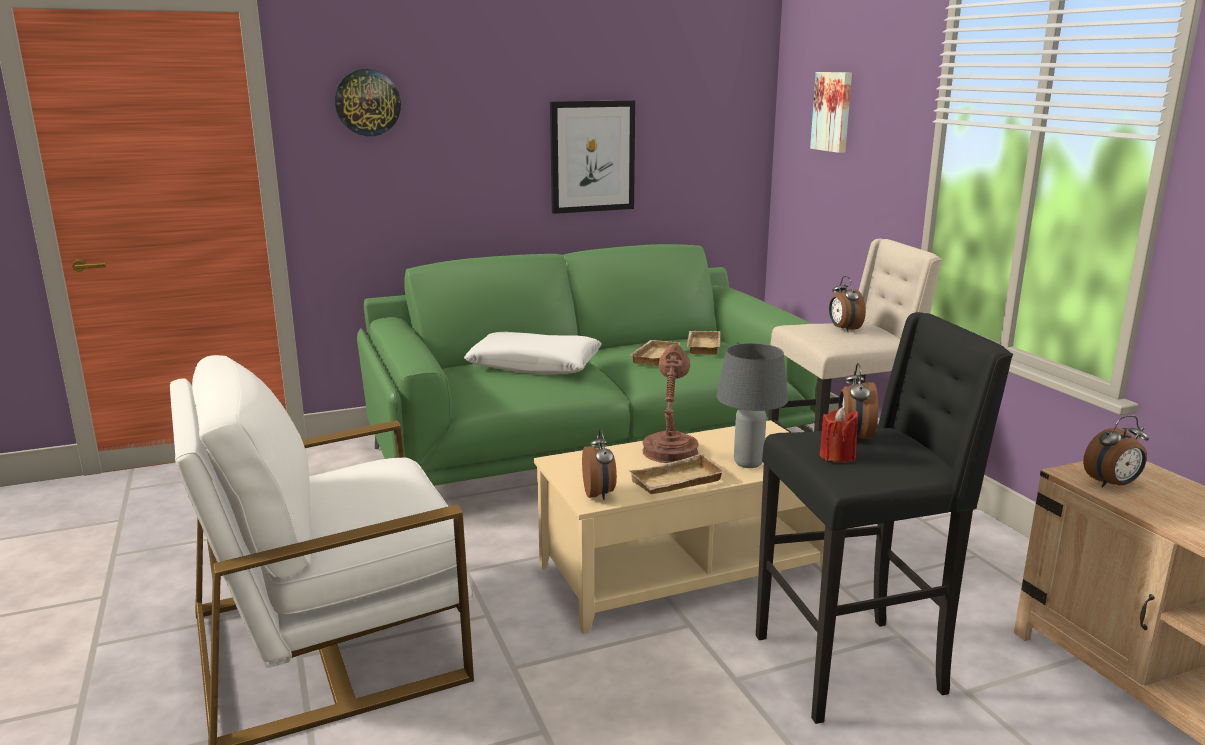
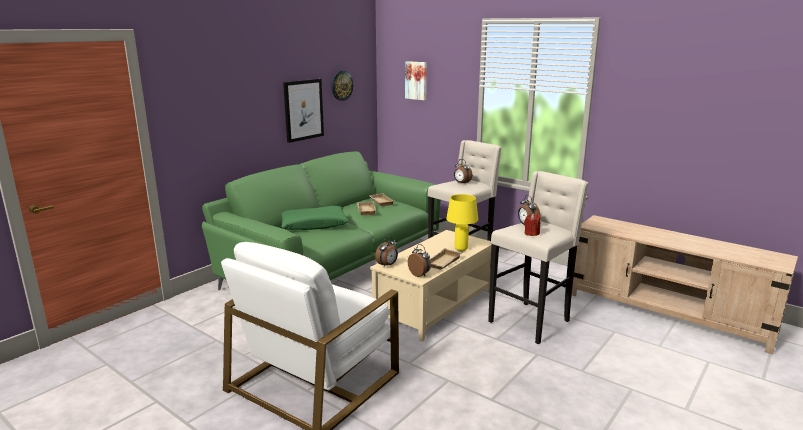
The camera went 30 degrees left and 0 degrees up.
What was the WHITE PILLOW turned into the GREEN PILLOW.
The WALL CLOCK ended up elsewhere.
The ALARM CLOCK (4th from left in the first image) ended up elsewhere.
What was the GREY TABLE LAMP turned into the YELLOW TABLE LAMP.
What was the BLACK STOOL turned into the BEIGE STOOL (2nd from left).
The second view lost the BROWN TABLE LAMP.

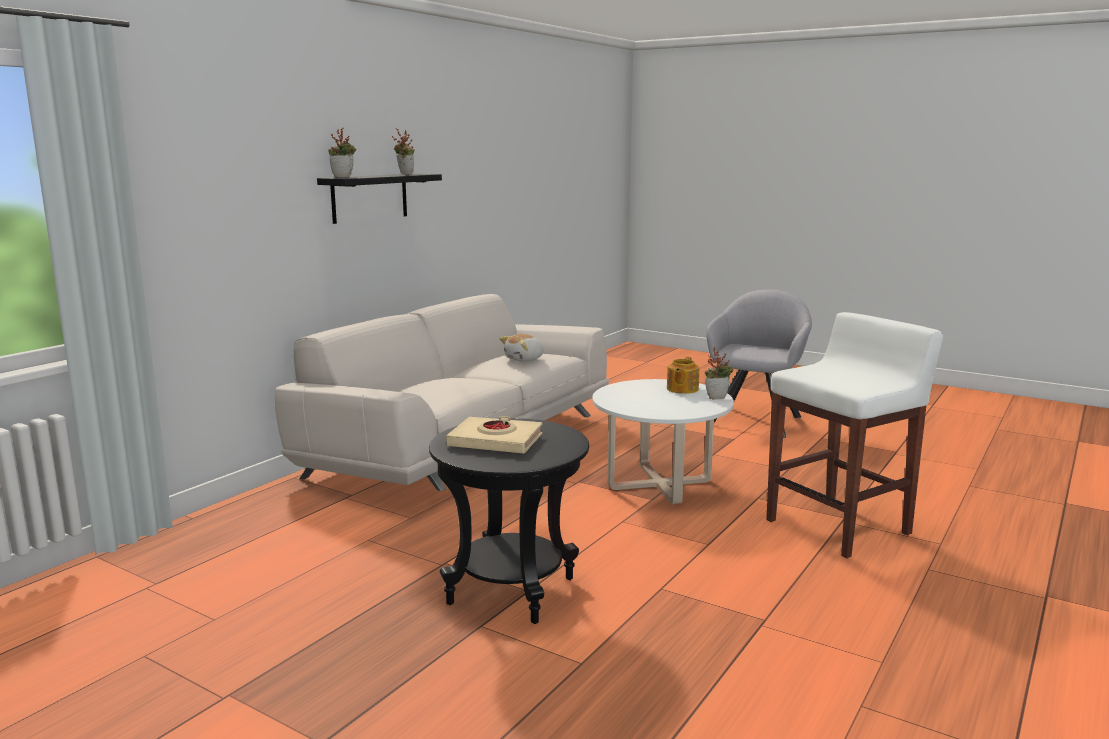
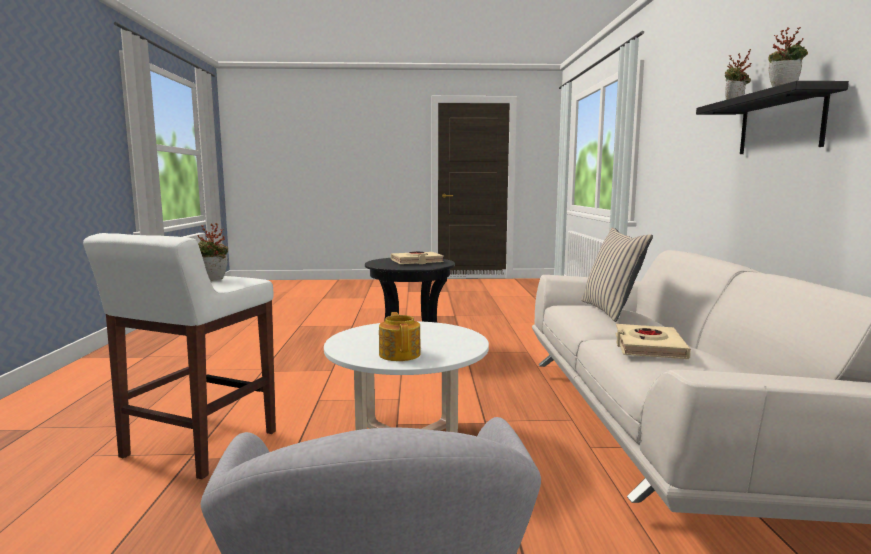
The camera went 145 degrees right and 5 degrees down.
The POTTED PLANT (3rd from left in the first image) ended up elsewhere.
The second view gained the BEIGE PILLOW.
Where the PLUSH TOY stood, the BEIGE BOOK (2nd from left) came to stand.

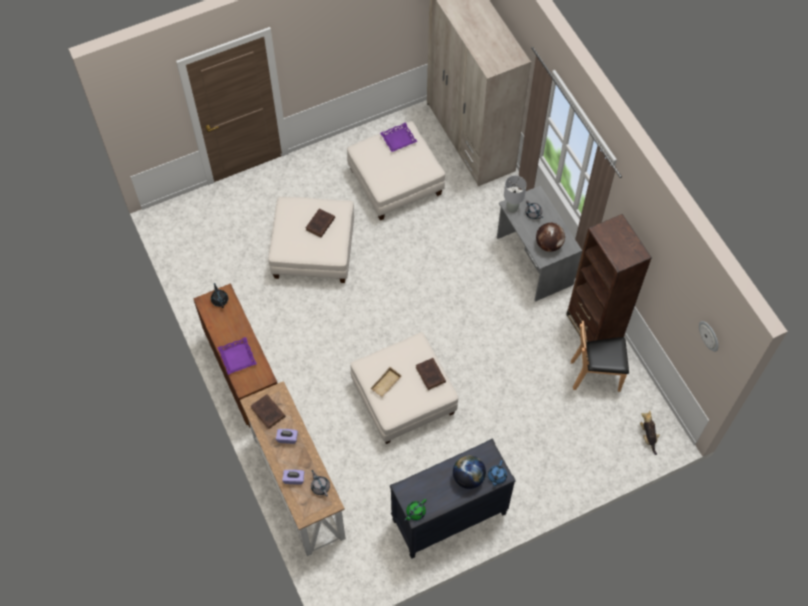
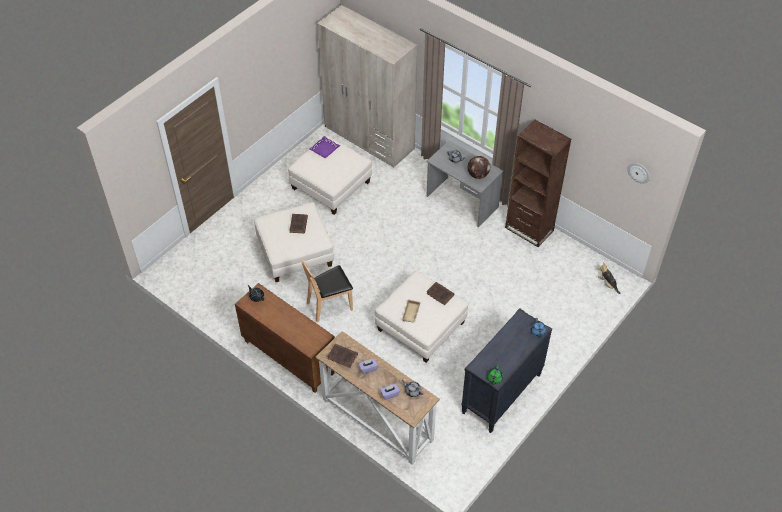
The camera went 25 degrees left and 10 degrees down.
The BROWN CHAIR ended up elsewhere.
The second view lost the PURPLE TRAY (1st from left).
The second view lost the GLOBE (1st from left).
The second view lost the GREY TABLE LAMP.

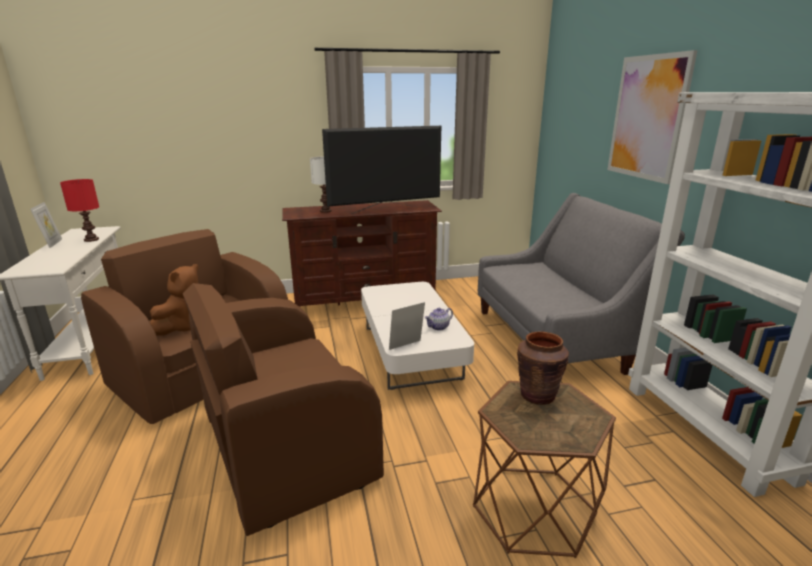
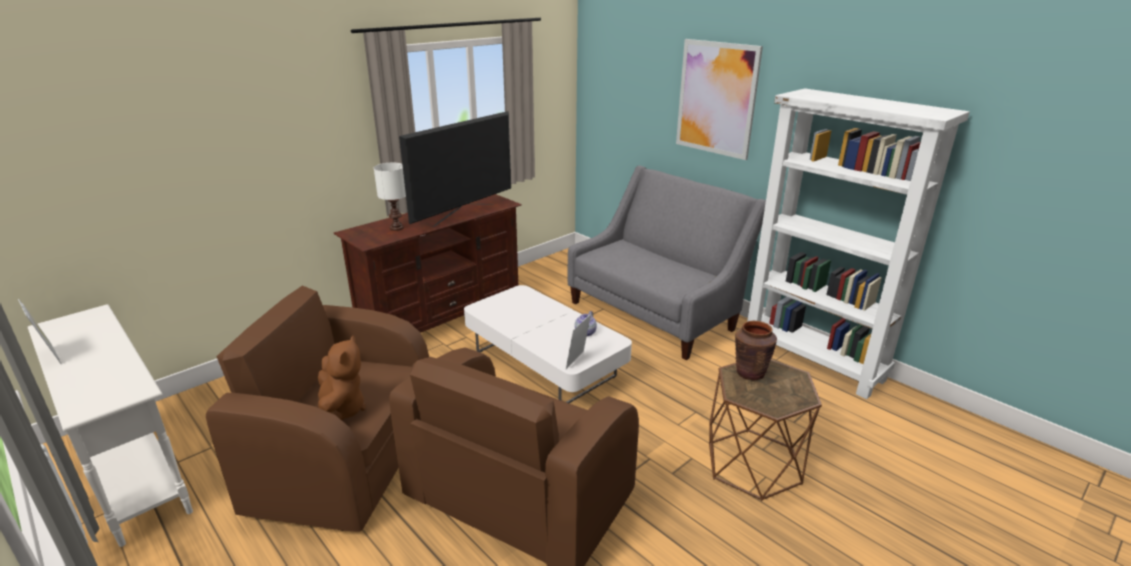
The camera went 30 degrees left and 5 degrees up.
The second view lost the RED TABLE LAMP.

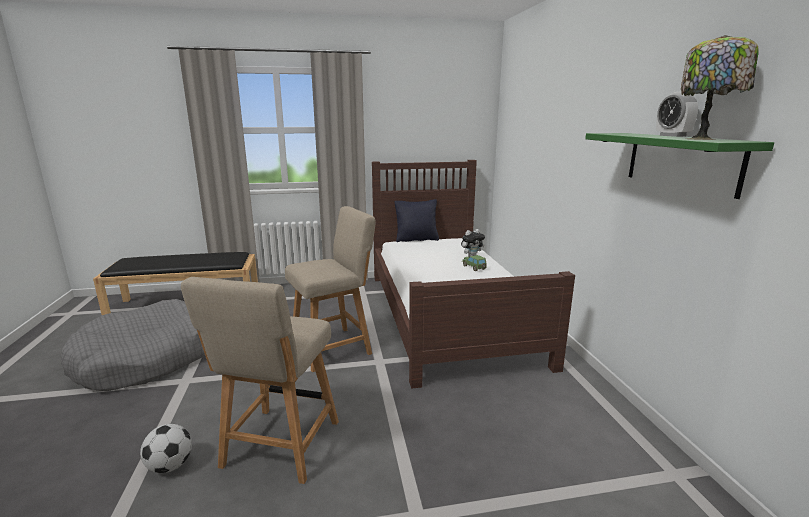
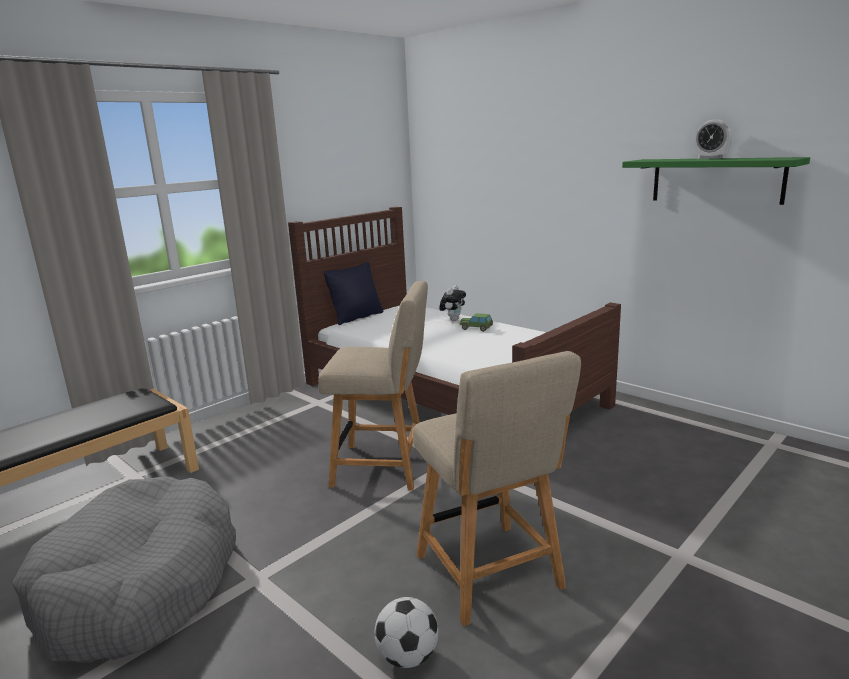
The camera went 35 degrees left and 0 degrees up.
The BEIGE CHAIR (2nd from left in the first image) ended up facing another way, 75 degrees clockwise from before.
The second view lost the TABLE LAMP.

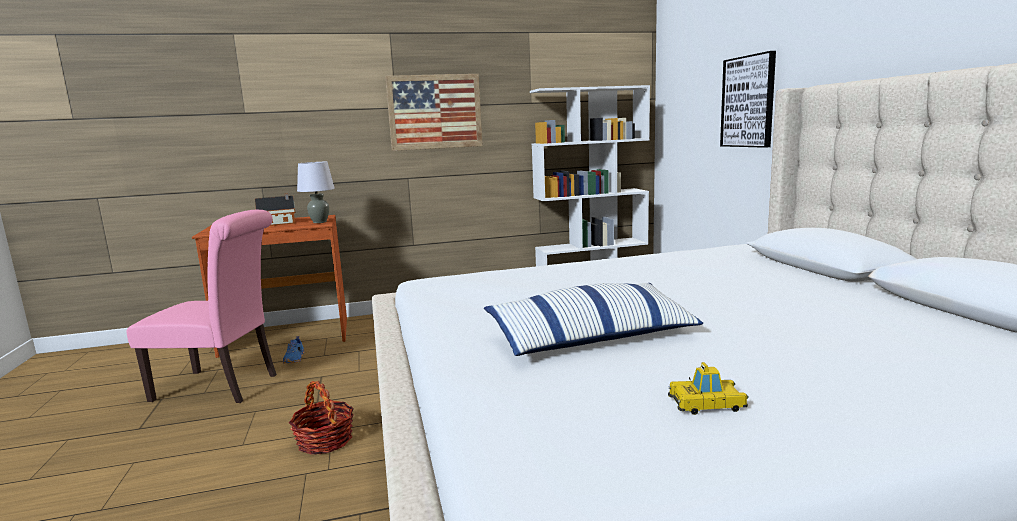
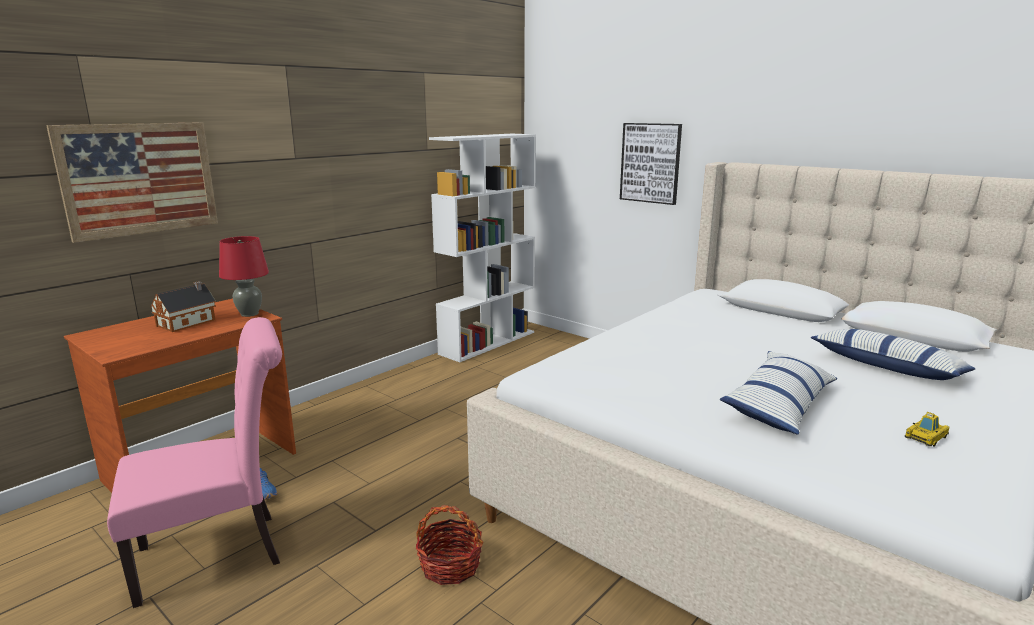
The camera went 35 degrees left and 5 degrees up.
The PICTURE (1st from left) ended up elsewhere.
What was the GREY TABLE LAMP turned into the RED TABLE LAMP.
The second view gained the PILLOW (2nd from left).

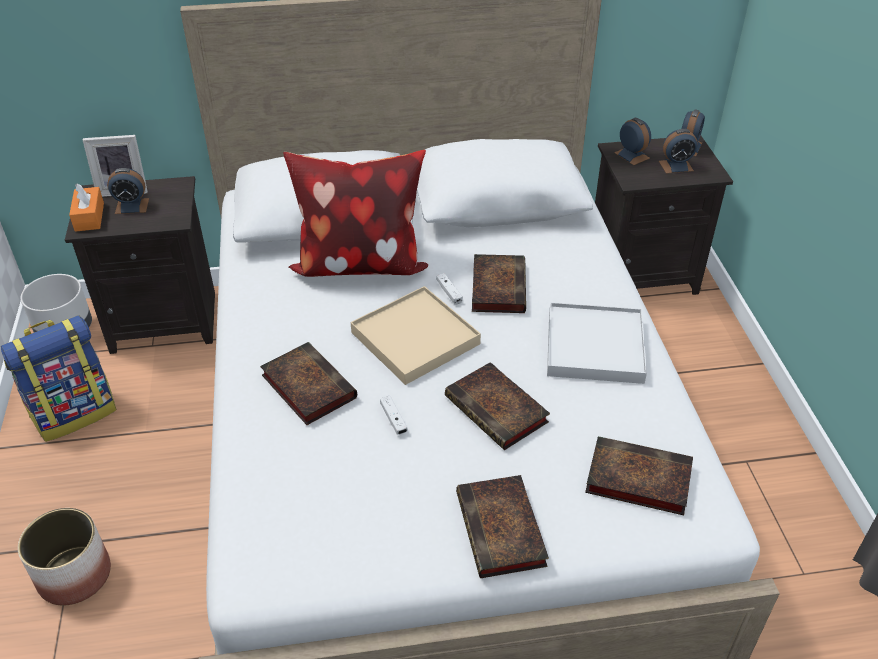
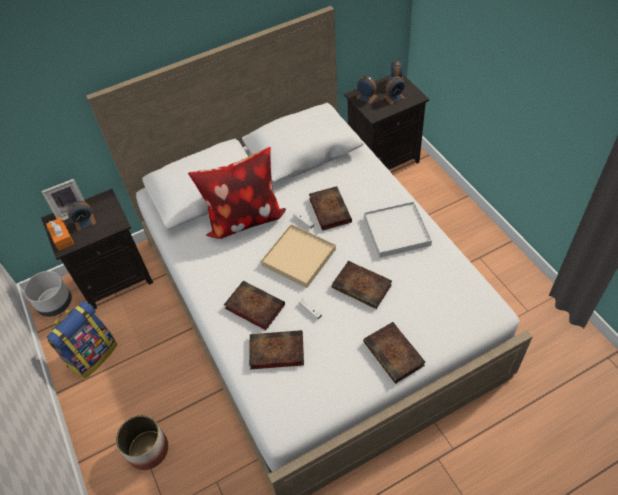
The camera went 15 degrees left and 10 degrees up.
The BOOK (5th from left in the first image) ended up elsewhere.

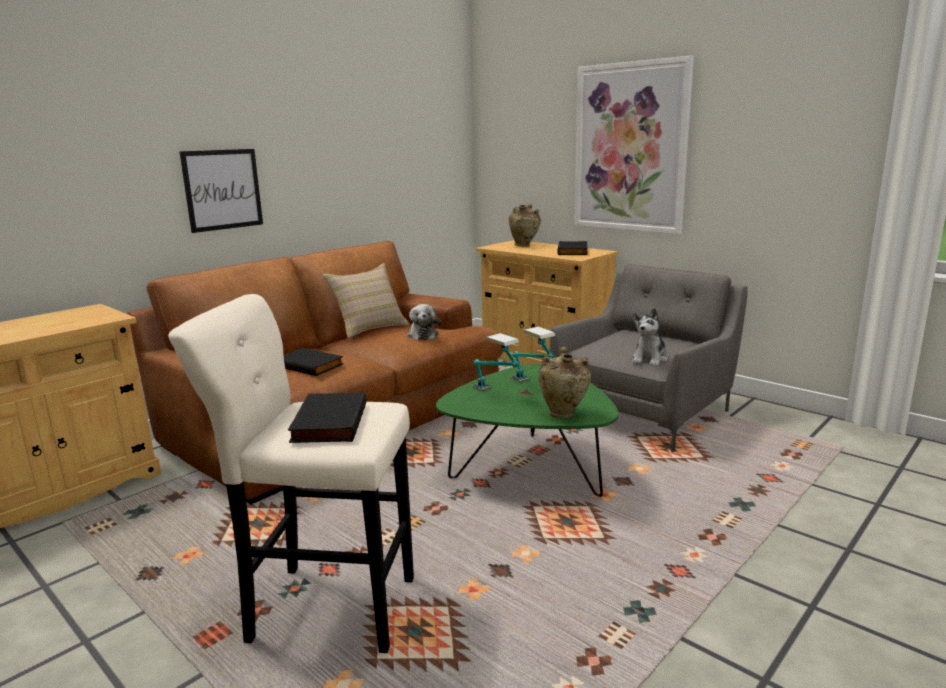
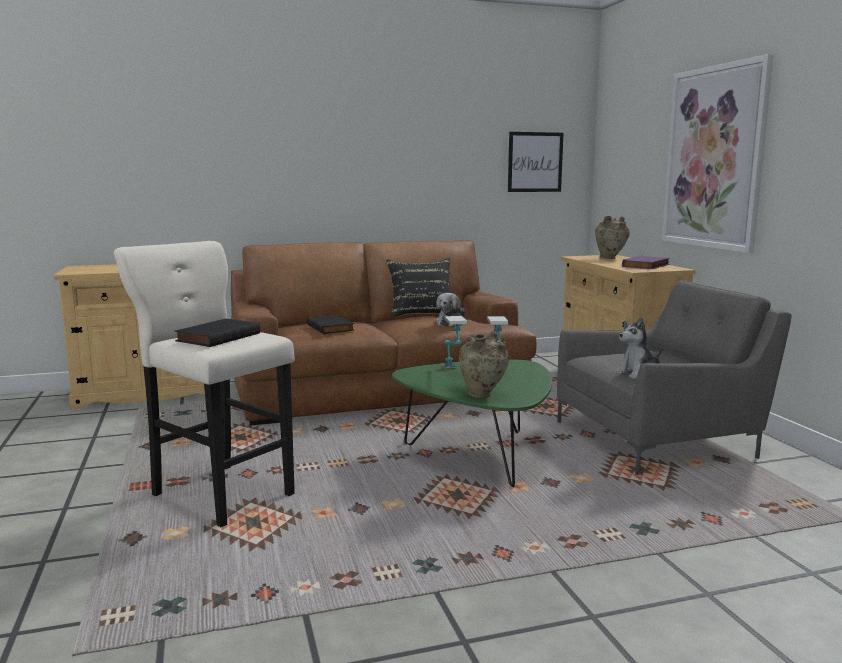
The camera went 30 degrees right and 5 degrees down.
What was the BEIGE PILLOW turned into the BLACK PILLOW.
The PICTURE (1st from left) ended up elsewhere.
What was the BLACK BOOK (3rd from left) turned into the PURPLE BOOK.

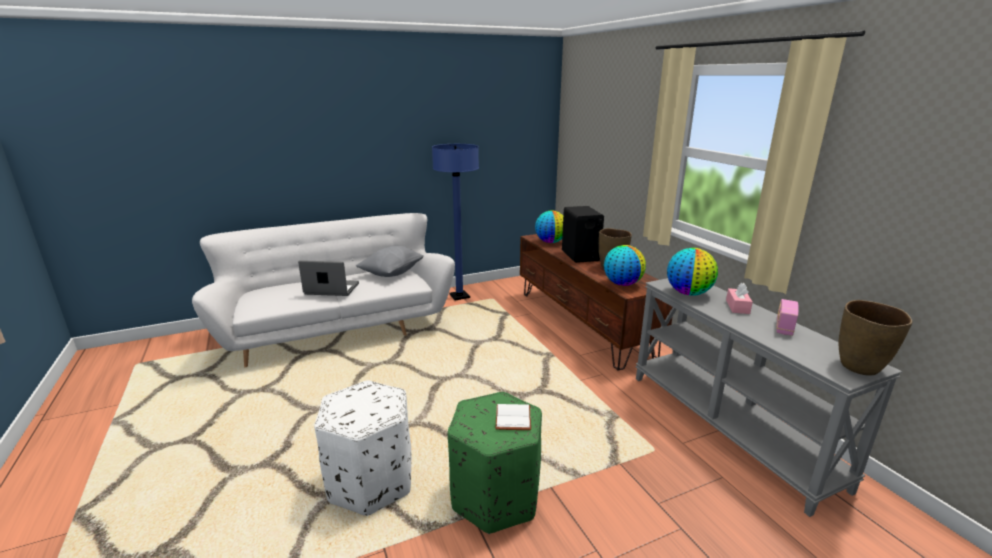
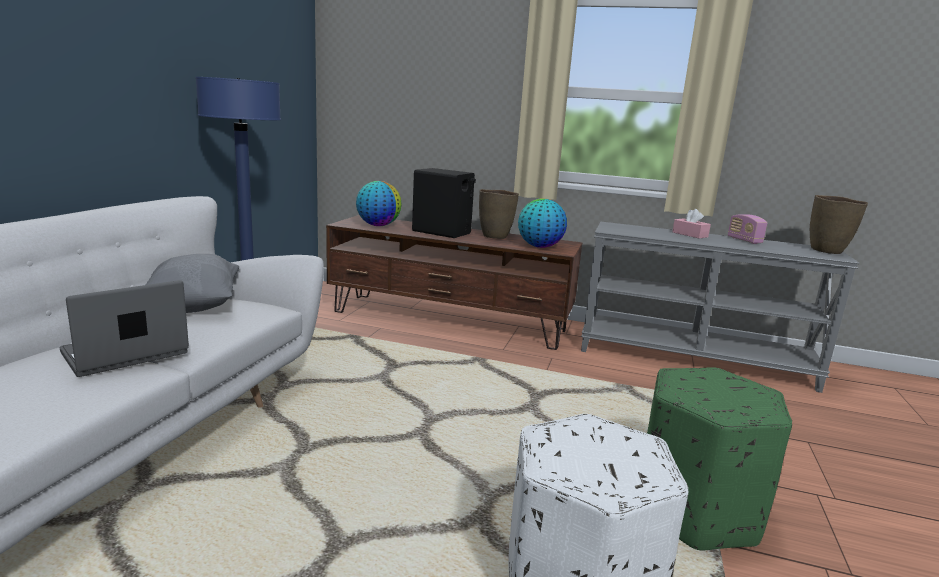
The camera went 50 degrees left and 5 degrees down.
The second view lost the WHITE BOOK.
The second view lost the GLOBE (3rd from left).

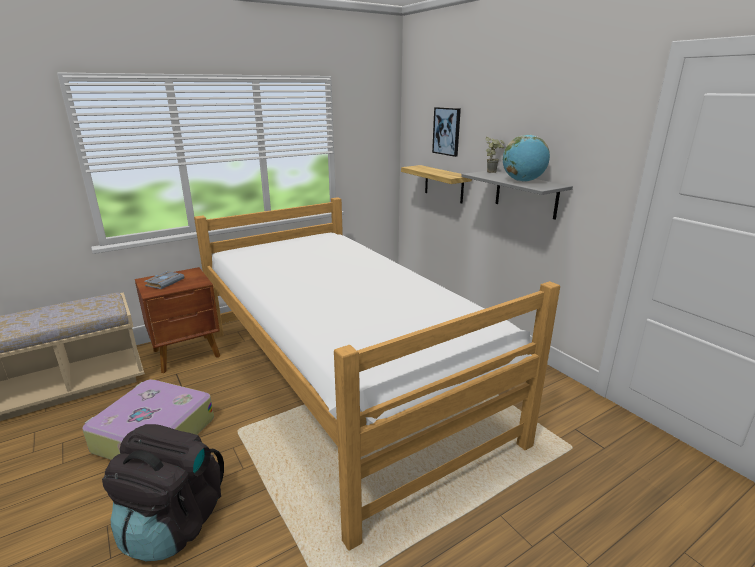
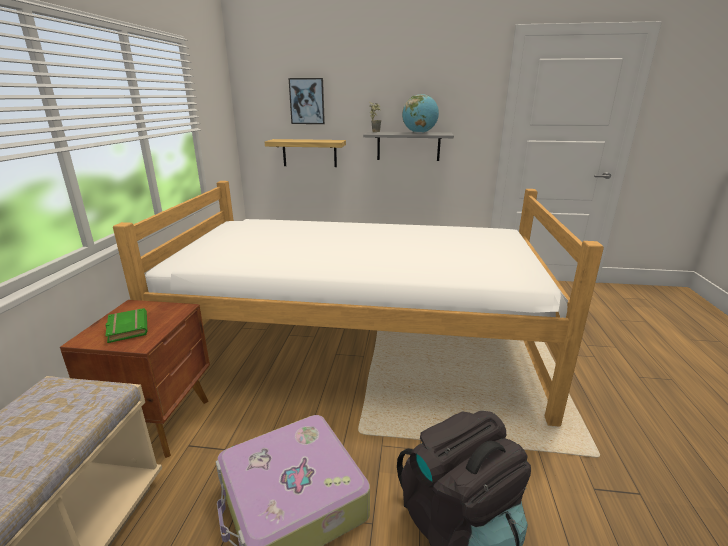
The camera went 50 degrees left and 0 degrees up.
What was the GREY BOOK turned into the GREEN BOOK.

